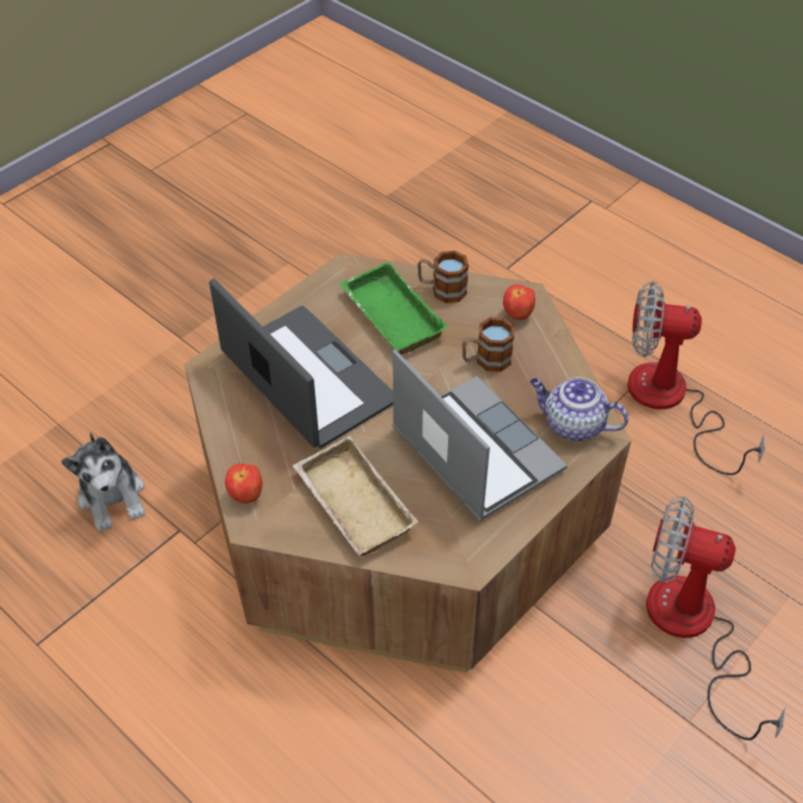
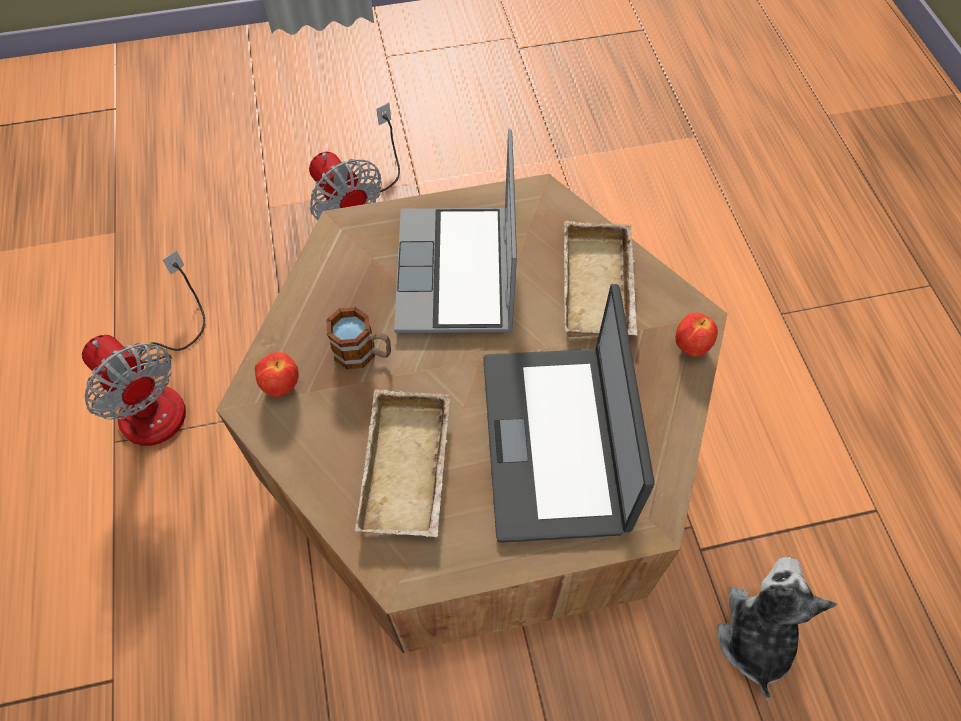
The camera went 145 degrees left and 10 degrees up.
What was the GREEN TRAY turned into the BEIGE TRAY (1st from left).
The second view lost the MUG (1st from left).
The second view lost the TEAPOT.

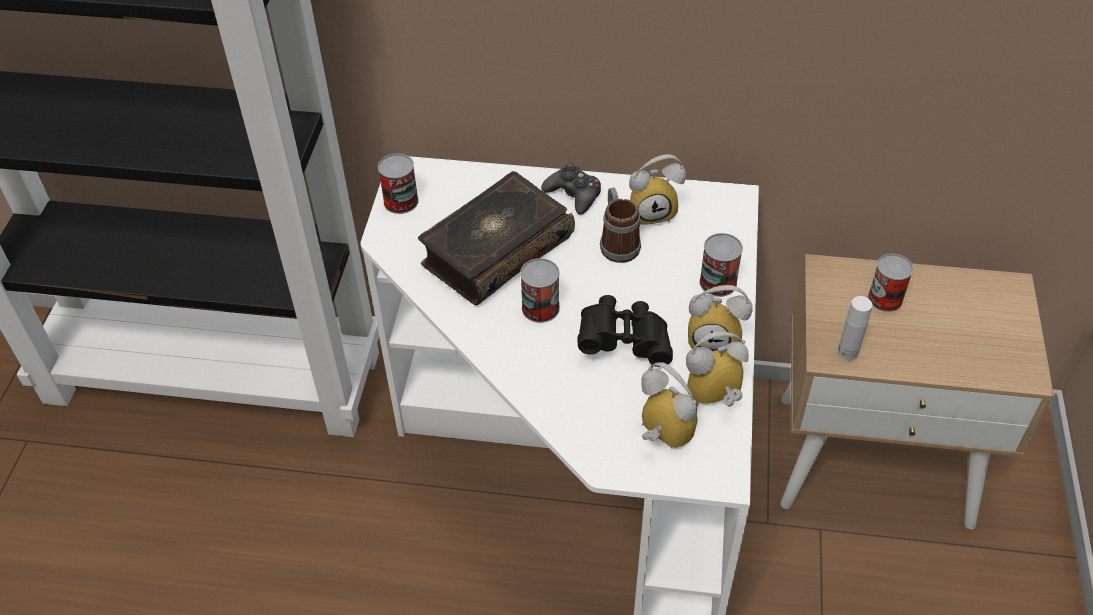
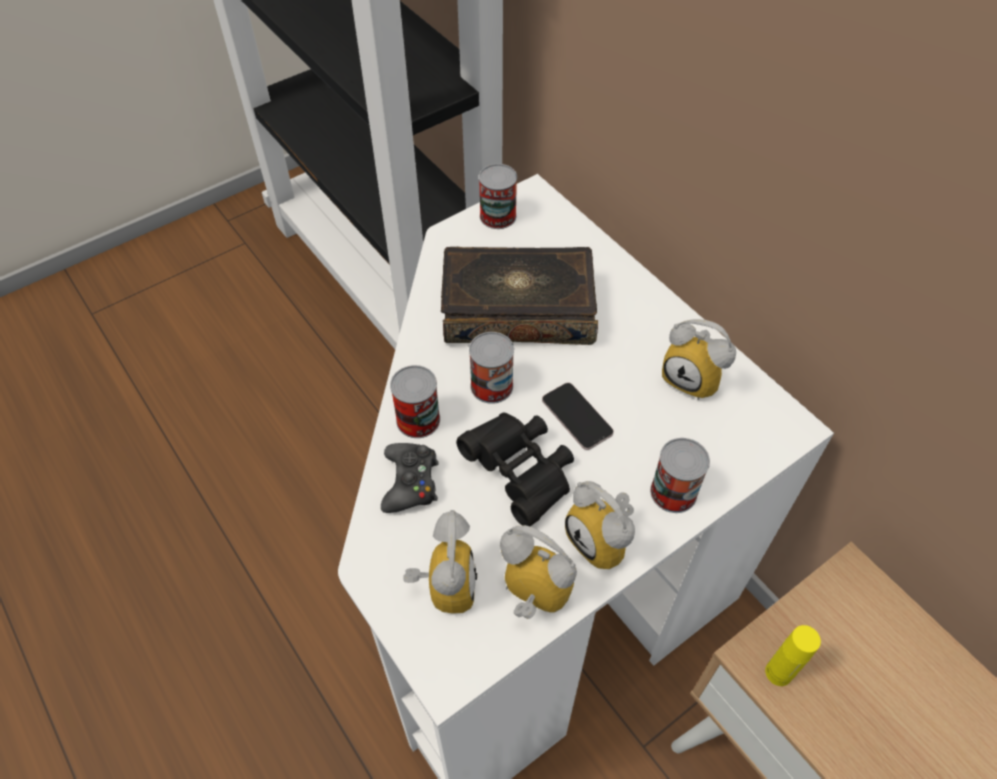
The camera went 45 degrees right and 5 degrees up.
The BLACK GAME CONTROLLER ended up elsewhere.
The CAN (4th from left in the first image) ended up elsewhere.
The second view gained the PHONE.
What was the WHITE BOTTLE turned into the YELLOW BOTTLE.
The second view lost the MUG.

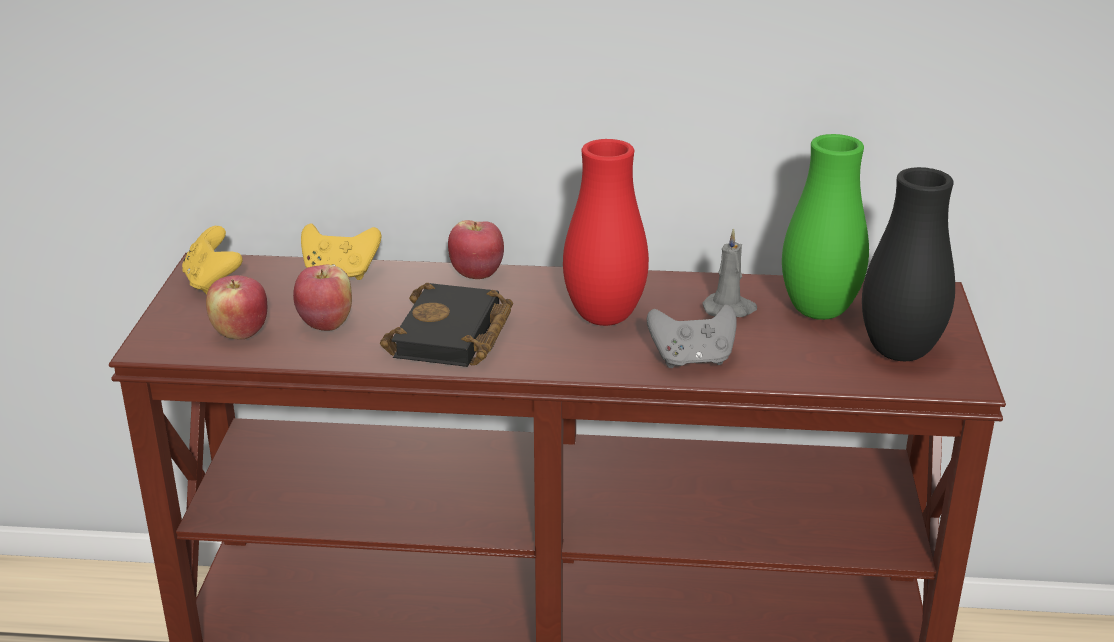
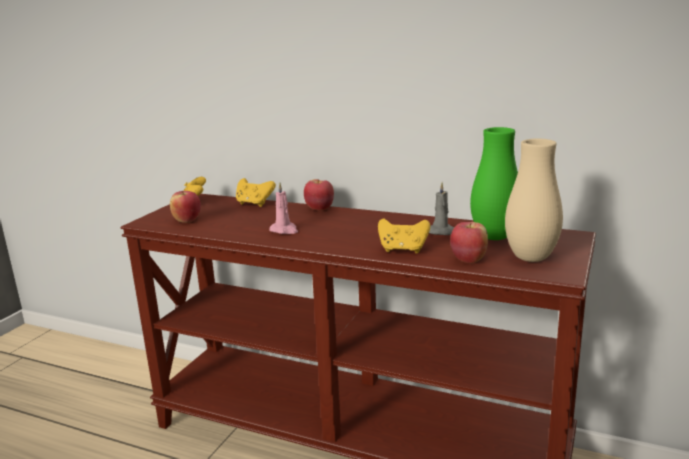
The camera went 20 degrees right and 10 degrees down.
Where the BLACK BOOK stood, the PINK CANDLE came to stand.
What was the GREY GAME CONTROLLER turned into the YELLOW GAME CONTROLLER (3rd from left).
The APPLE (2nd from left in the first image) ended up elsewhere.
What was the BLACK VASE turned into the BEIGE VASE.
The second view lost the RED VASE.

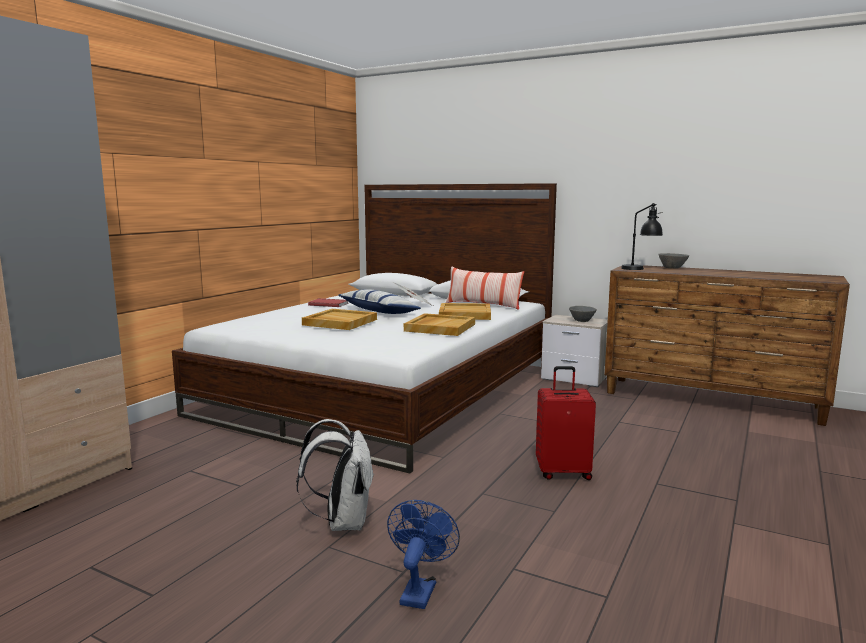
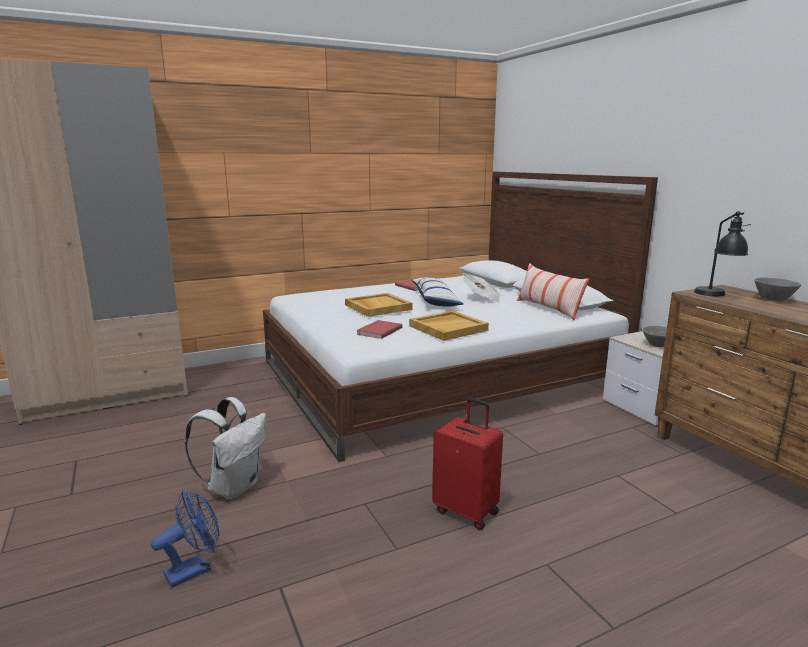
The camera went 35 degrees right and 5 degrees up.
The second view gained the RED BOOK (1st from left).
The second view lost the BEIGE TRAY (3rd from left).

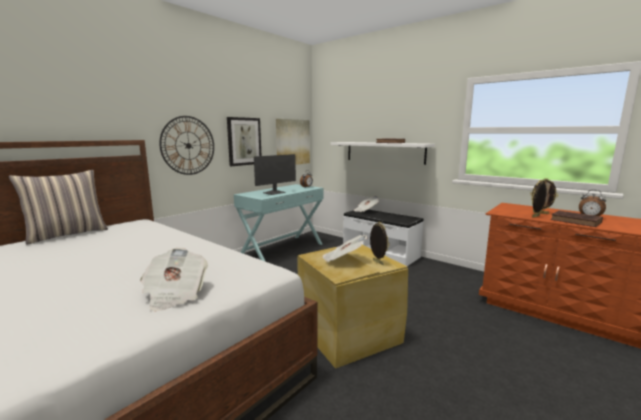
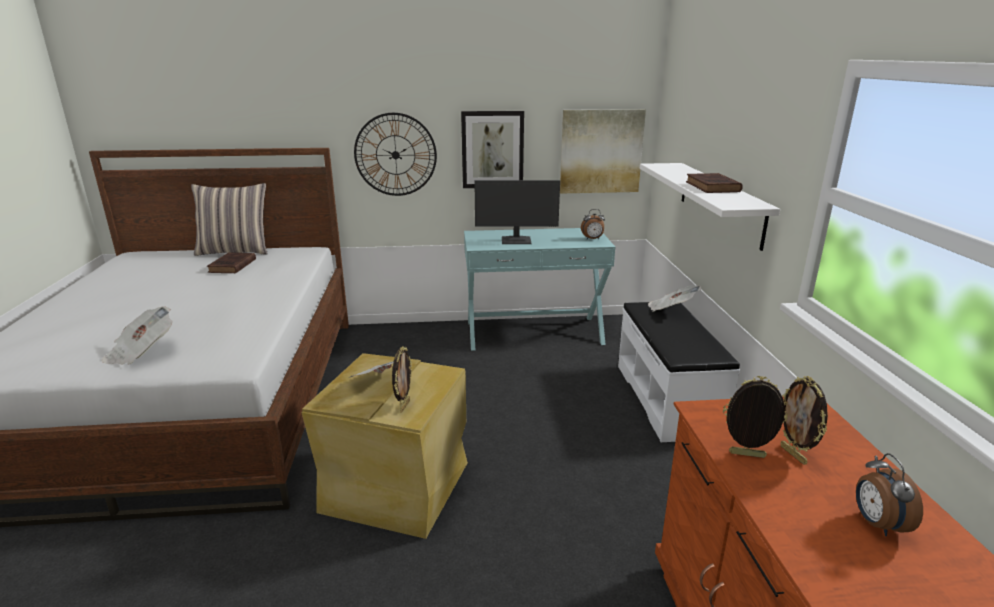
The camera went 45 degrees right and 10 degrees up.
The BROWN BOOK (2nd from left in the first image) ended up elsewhere.

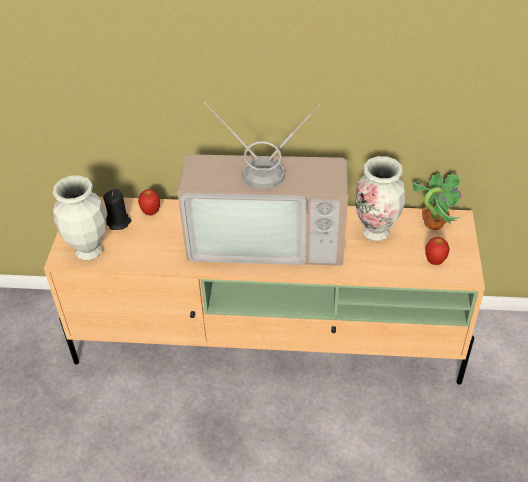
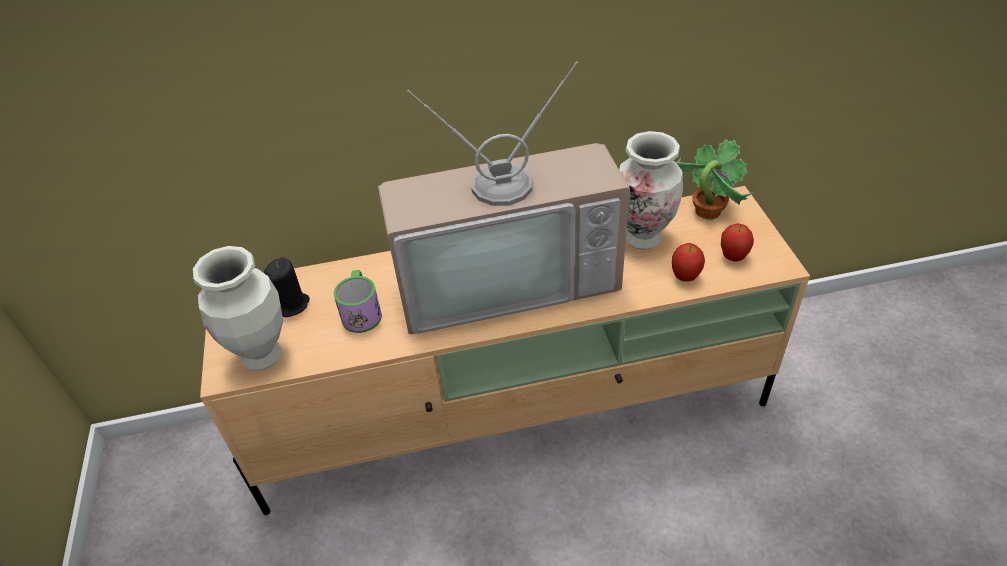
The camera went 15 degrees left and 0 degrees up.
The second view gained the MUG.
The APPLE (1st from left) ended up elsewhere.

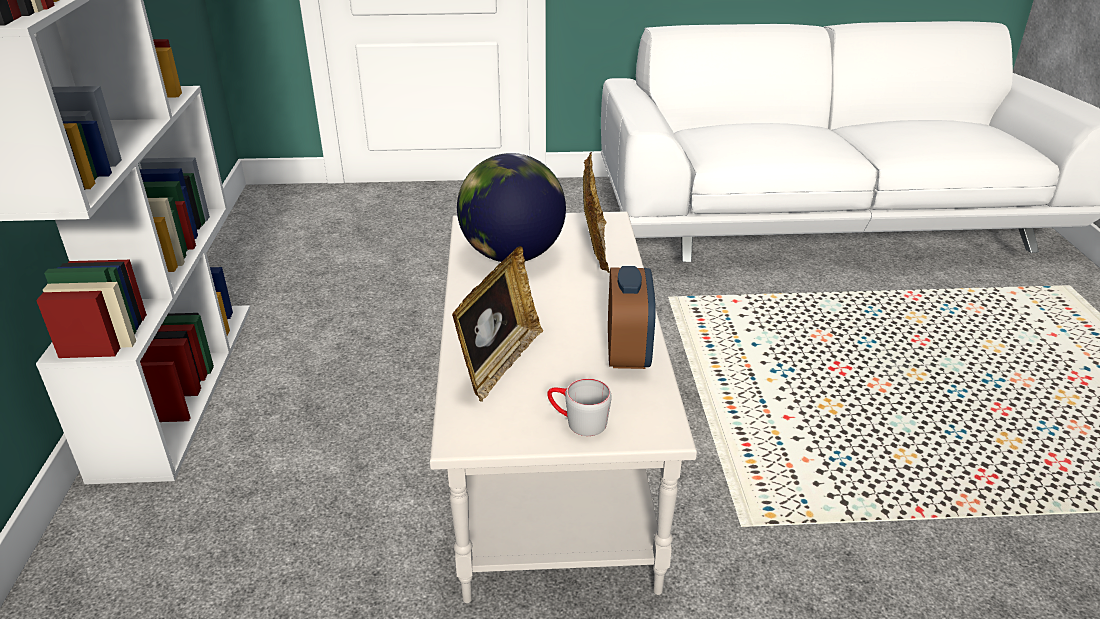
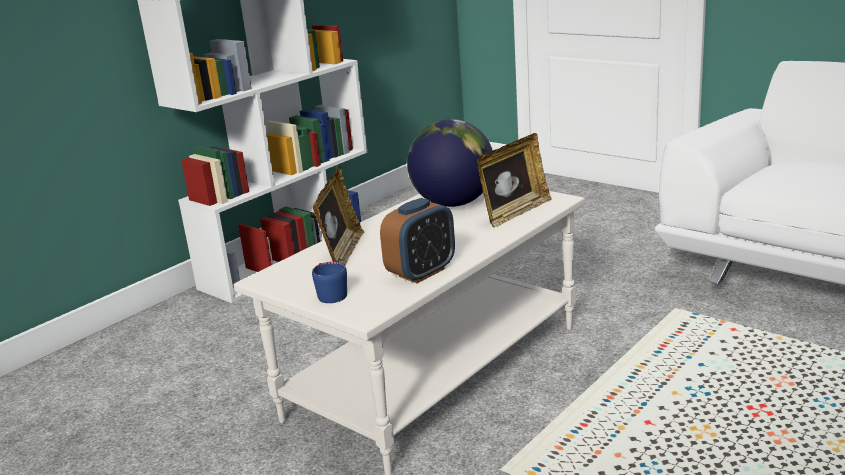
The camera went 45 degrees right and 10 degrees down.
The PICTURE FRAME (1st from left) ended up facing another way, 60 degrees counterclockwise from before.
What was the GREY MUG turned into the BLUE MUG.

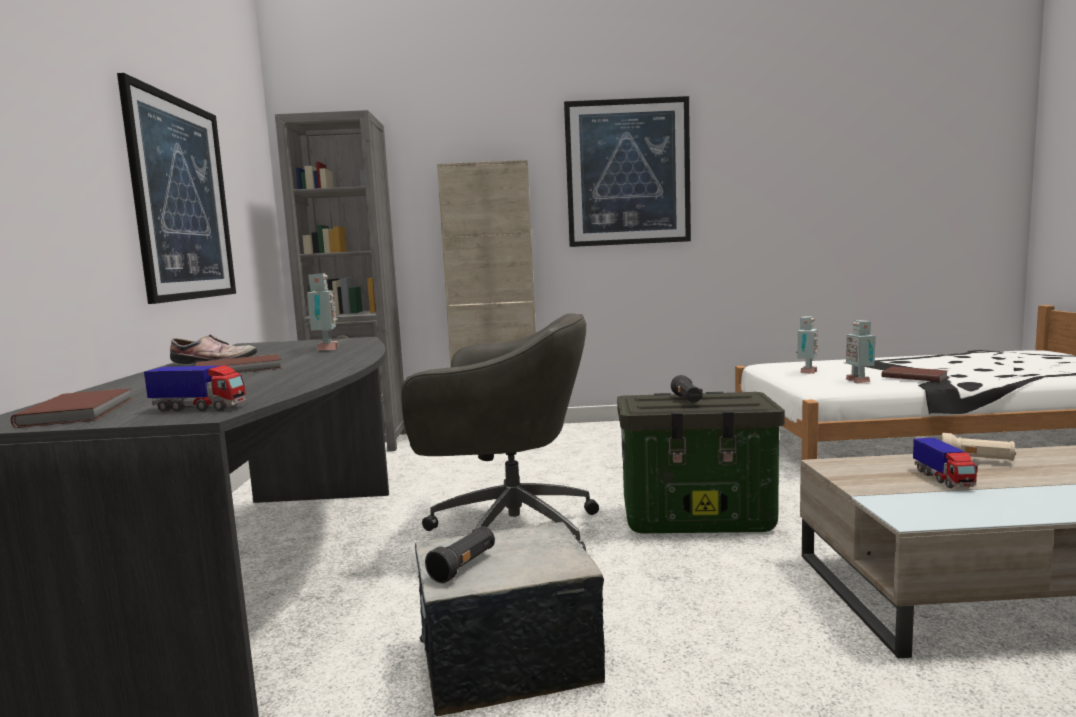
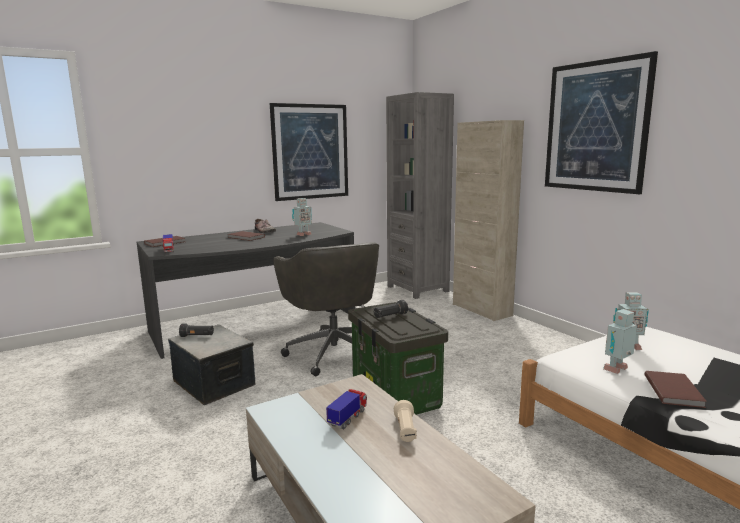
The camera went 60 degrees right and 5 degrees up.
The TOY TRUCK (2nd from left) ended up facing another way, 150 degrees clockwise from before.

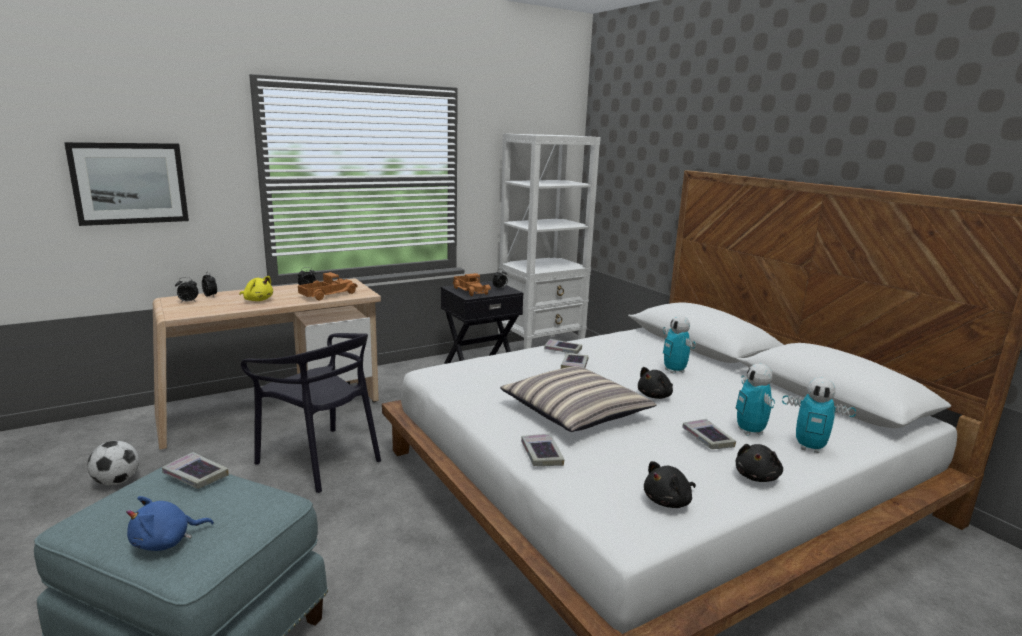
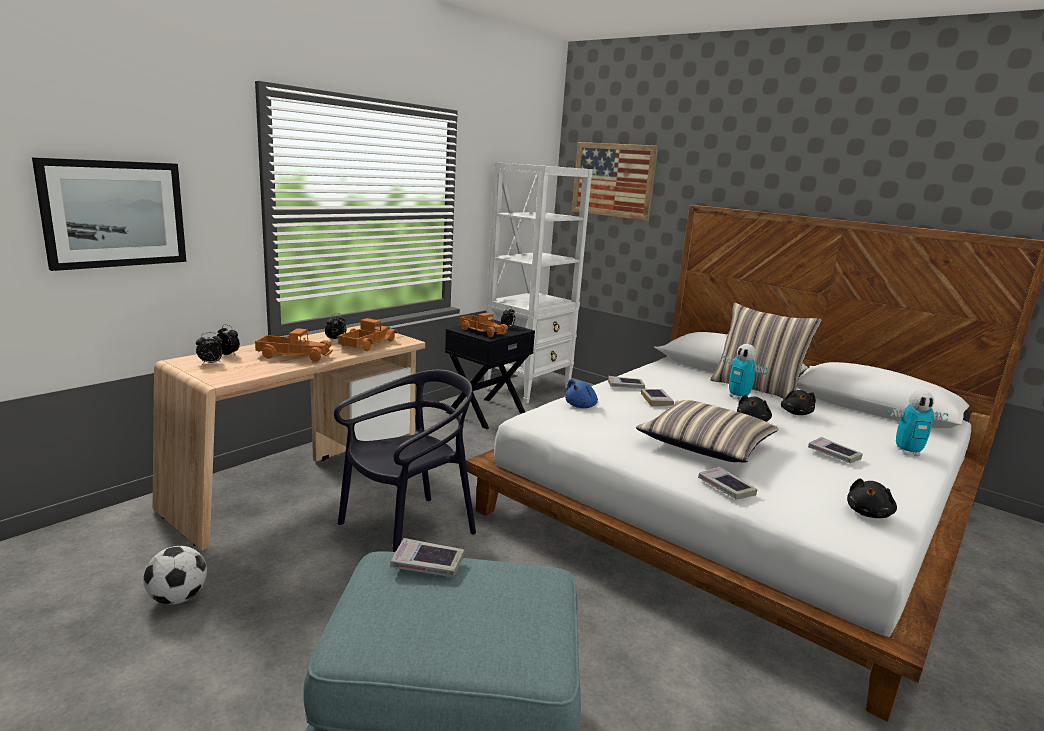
The camera went 20 degrees left and 0 degrees up.
Where the YELLOW PLUSH TOY stood, the TOY TRUCK (1st from left) came to stand.
The BLACK CHAIR ended up facing another way, 60 degrees counterclockwise from before.
The BLUE PLUSH TOY ended up elsewhere.
The second view gained the PICTURE (2nd from left).
The second view gained the PILLOW (2nd from left).
The BLACK PLUSH TOY (3rd from left in the first image) ended up elsewhere.
The second view lost the TOY ROBOT (2nd from left).

